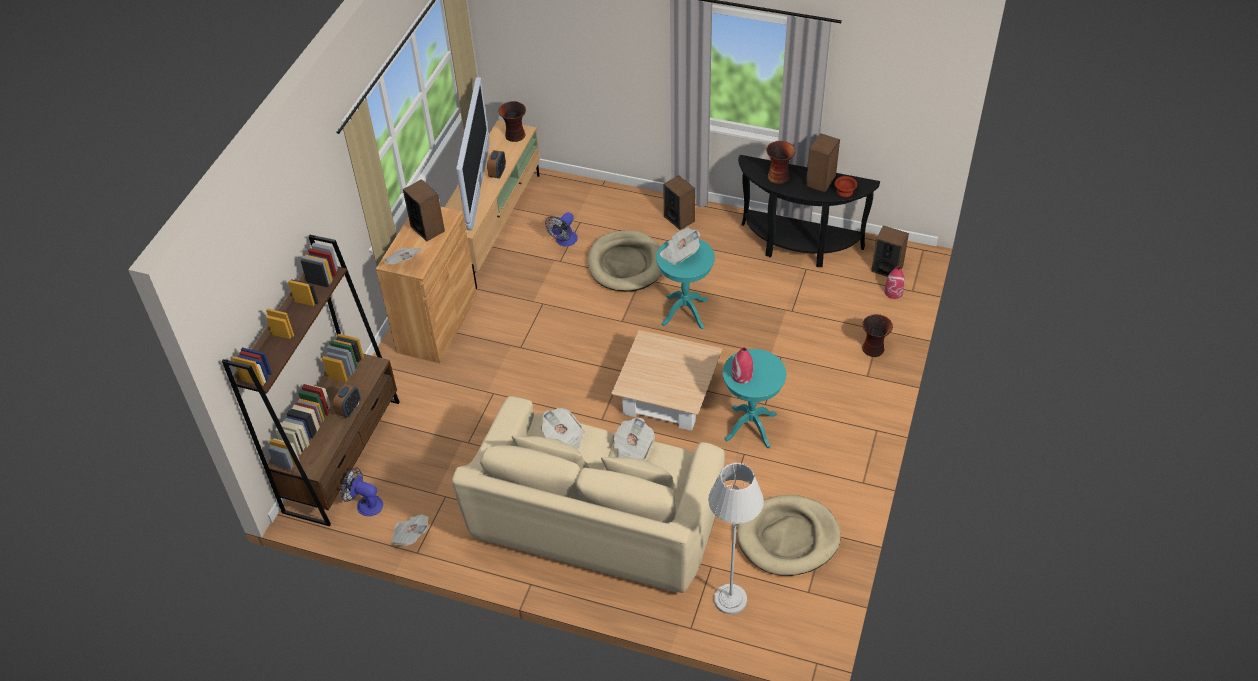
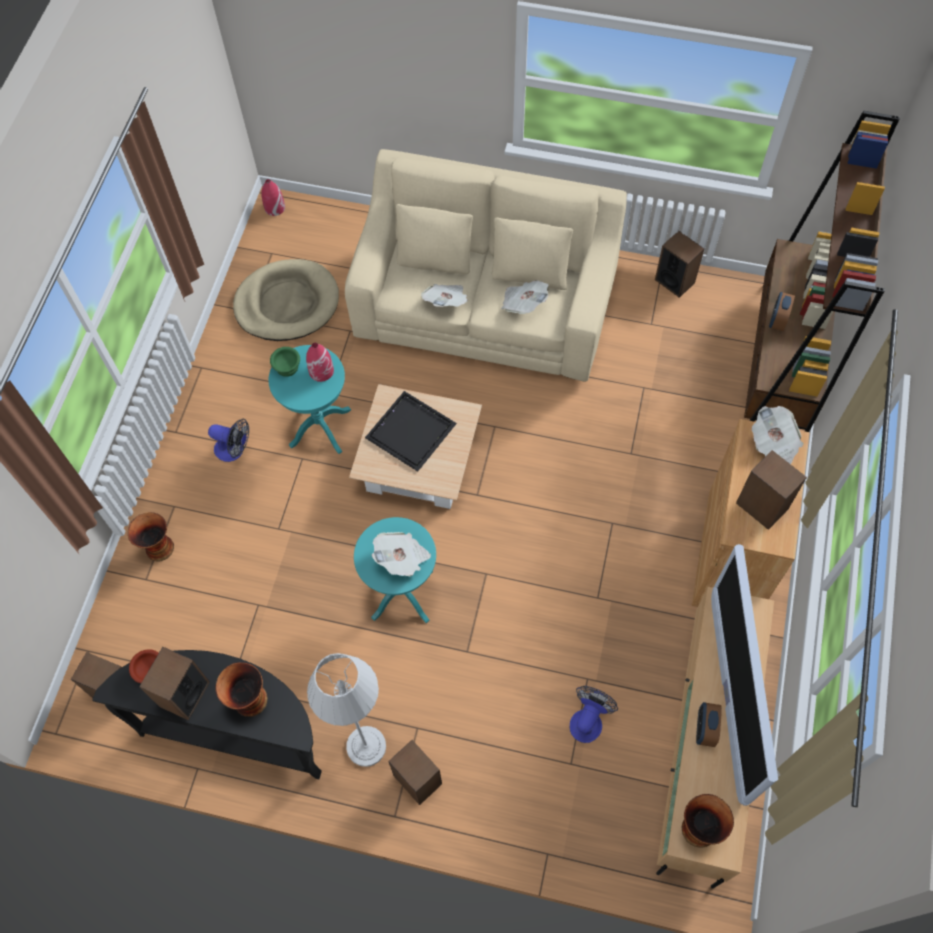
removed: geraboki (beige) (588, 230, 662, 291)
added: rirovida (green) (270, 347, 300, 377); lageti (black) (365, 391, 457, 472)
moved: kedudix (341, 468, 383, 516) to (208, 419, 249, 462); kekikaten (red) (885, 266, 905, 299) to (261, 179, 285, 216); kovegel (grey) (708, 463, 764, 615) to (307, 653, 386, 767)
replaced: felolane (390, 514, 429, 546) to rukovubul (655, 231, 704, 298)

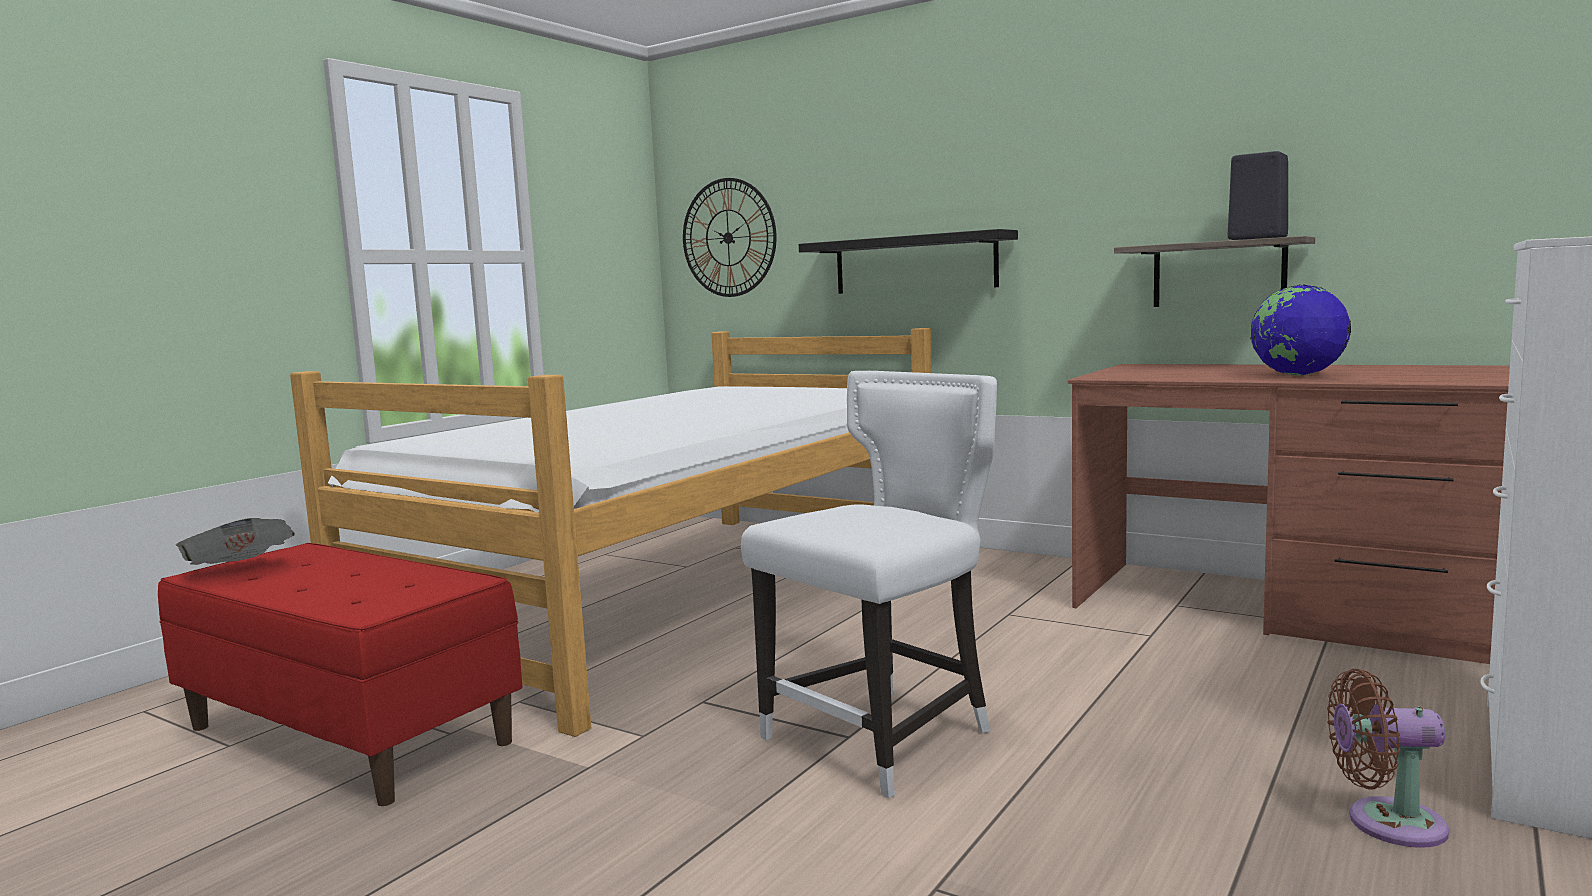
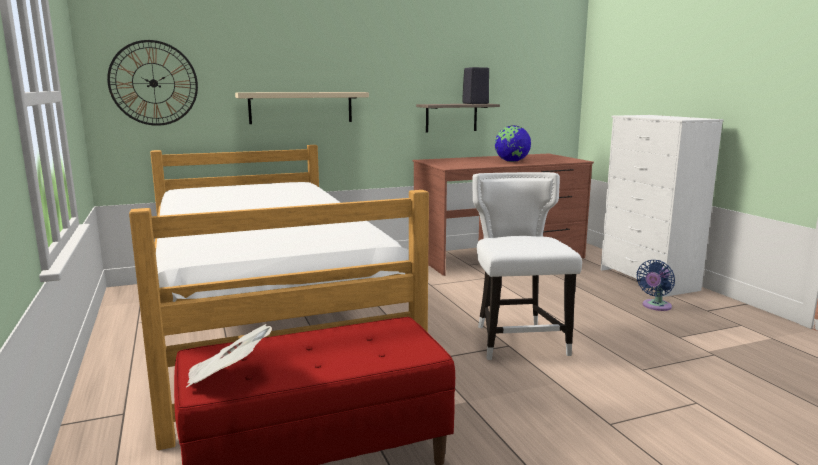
recoloured: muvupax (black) (799, 229, 1018, 294) to muvupax (beige) (235, 92, 369, 124); kedudix (brown) (1327, 669, 1449, 848) to kedudix (blue) (637, 260, 675, 311)

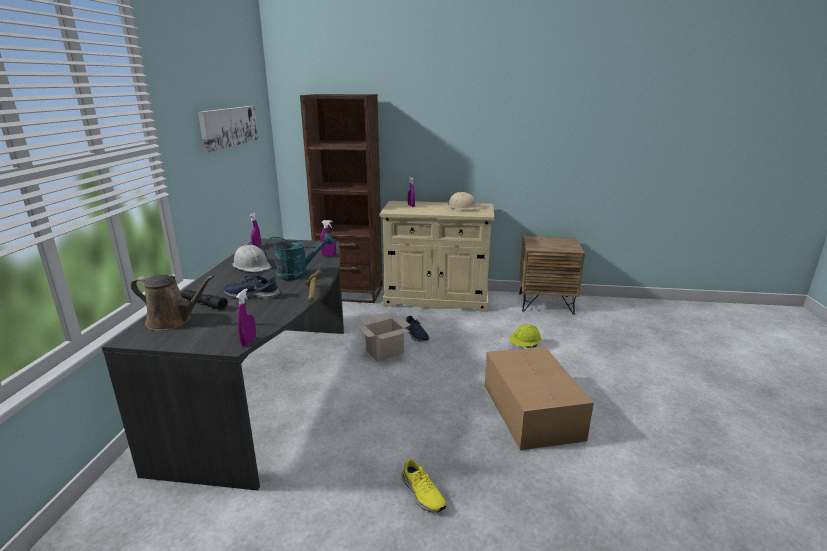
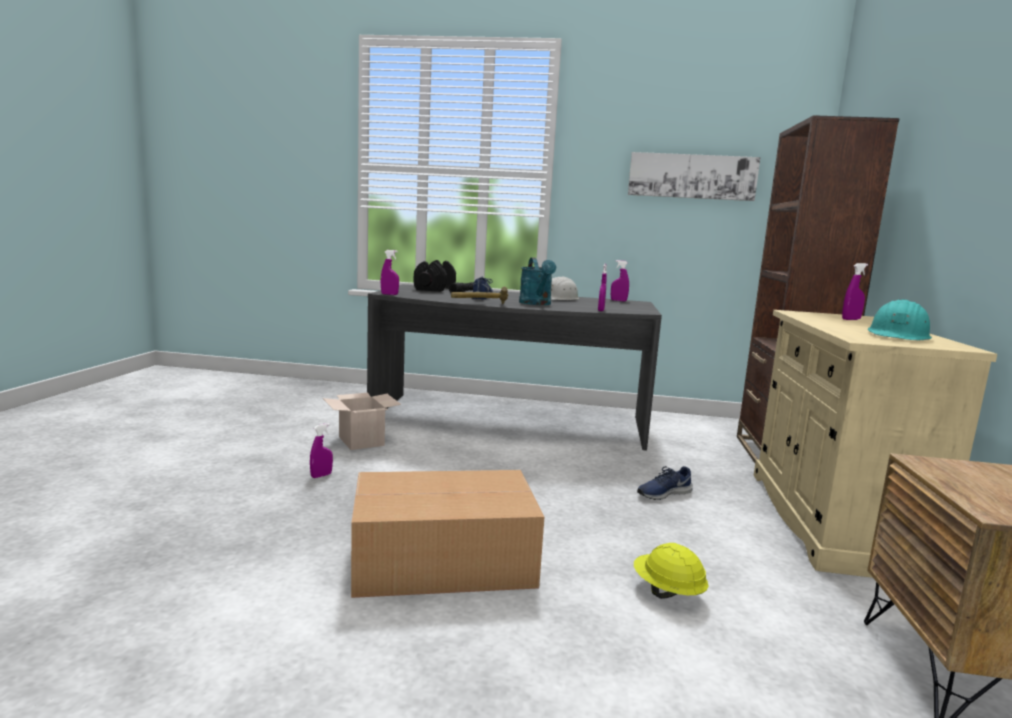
moved: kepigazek (358, 313, 410, 362) to (323, 393, 401, 450)
replaced: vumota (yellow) (401, 459, 447, 513) to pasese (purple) (310, 423, 333, 478); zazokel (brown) (131, 275, 215, 331) to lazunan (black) (414, 260, 456, 292)
recoloured: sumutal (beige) (447, 192, 481, 210) to sumutal (turquoise) (868, 299, 932, 340)

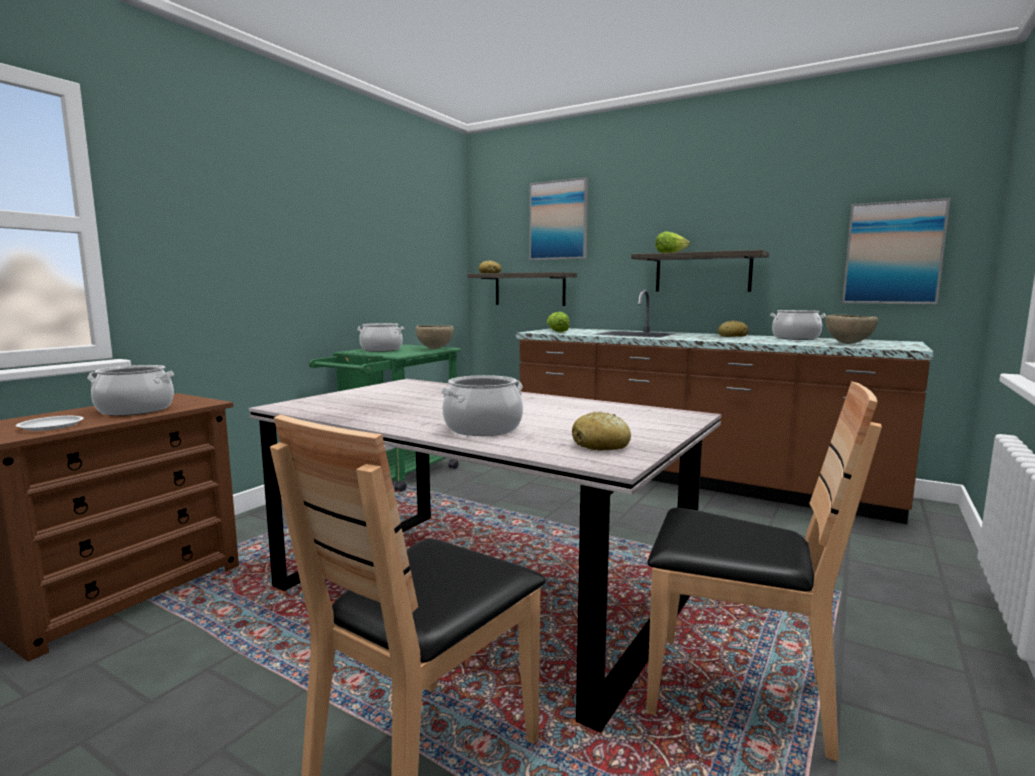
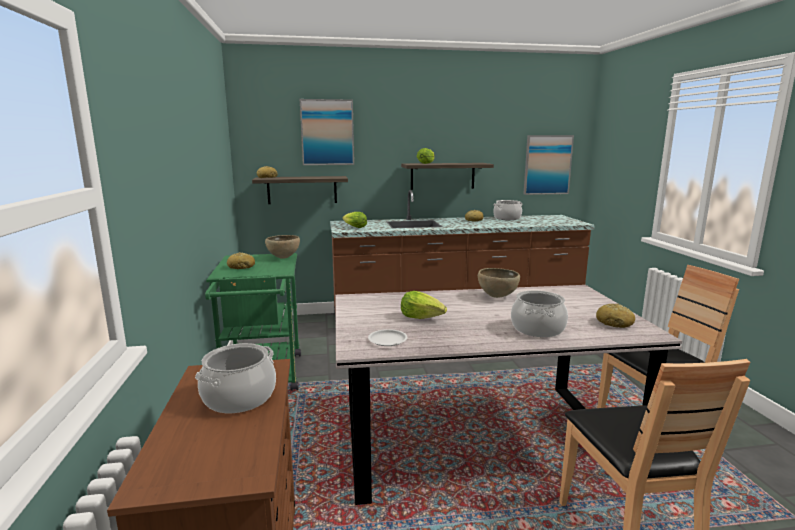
added: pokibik (401, 291, 447, 319)
moved: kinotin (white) (16, 416, 84, 431) to (368, 329, 407, 346); rirovida (brown) (825, 315, 878, 344) to (478, 268, 520, 298)
replaced: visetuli (357, 323, 404, 352) to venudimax (227, 252, 255, 269)

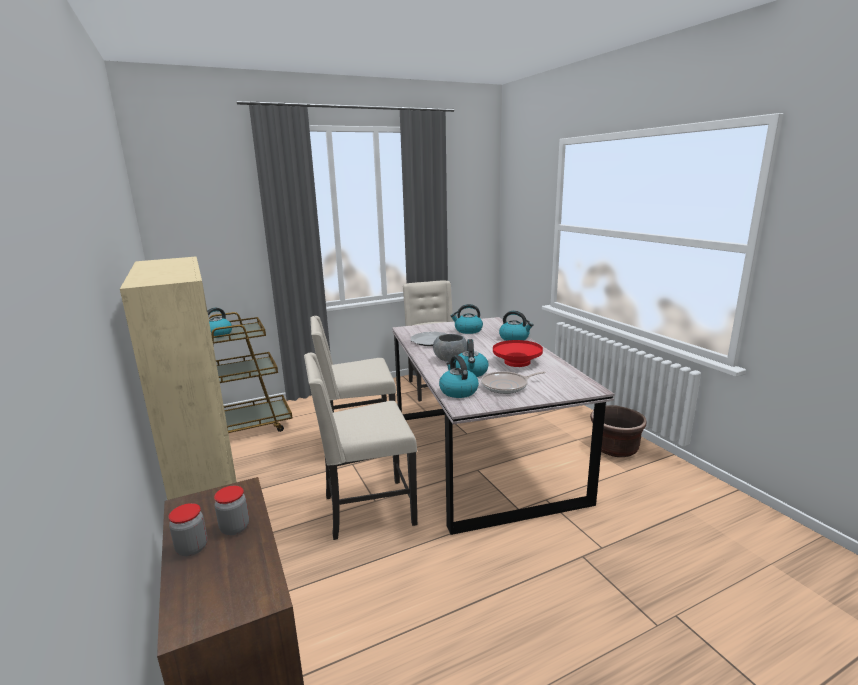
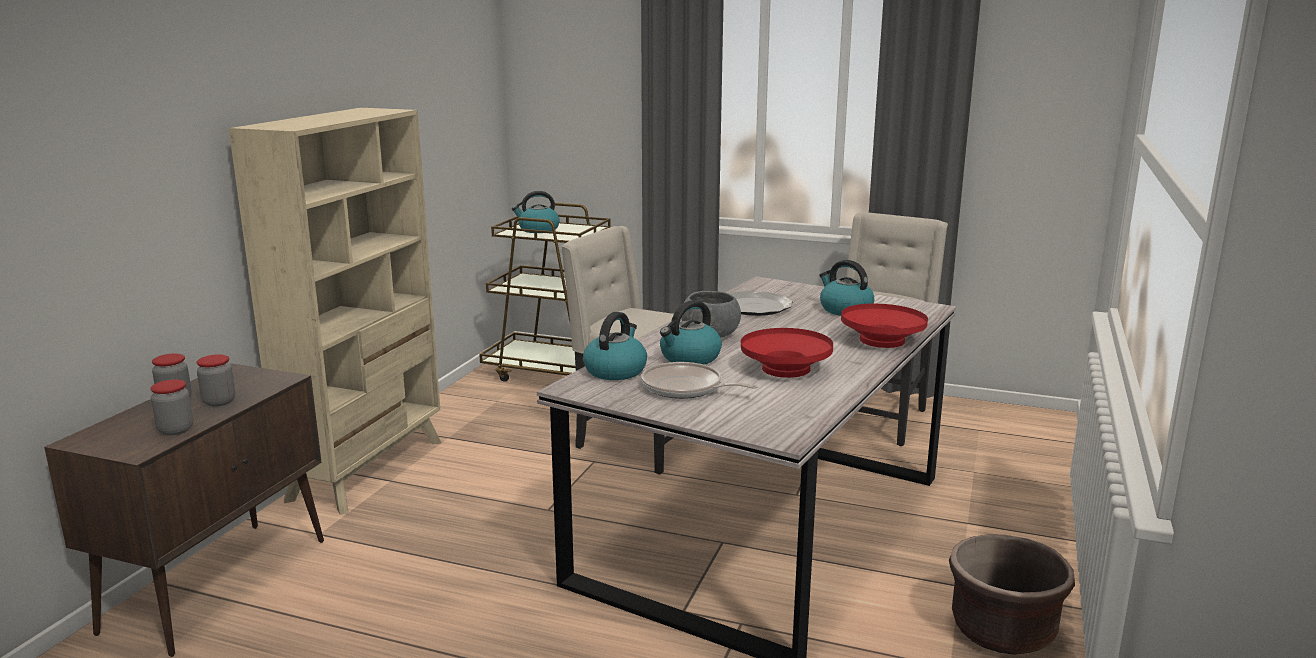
removed: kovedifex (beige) (304, 353, 417, 540)
added: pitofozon (151, 379, 193, 435)
replaced: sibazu (499, 311, 533, 341) to rirovida (red) (841, 304, 928, 348)

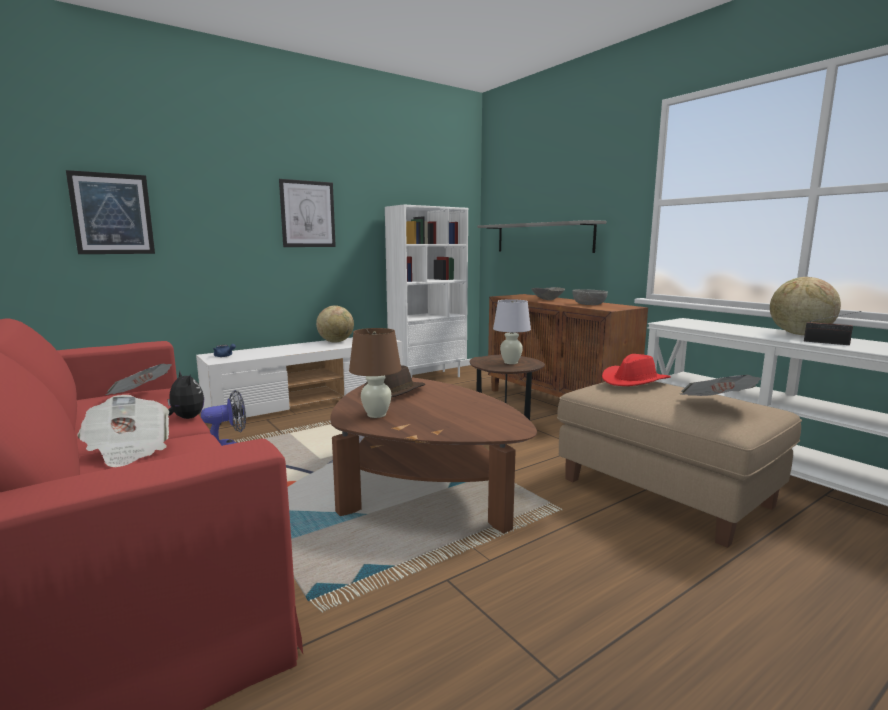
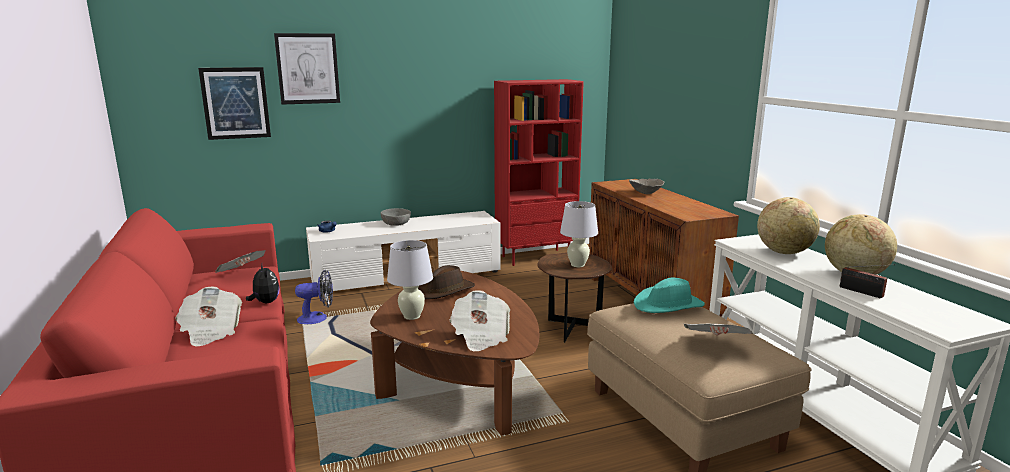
removed: muvupax (grey) (477, 220, 606, 253)
added: felolane (450, 290, 510, 352)
moved: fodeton (279, 179, 336, 247) to (274, 33, 340, 105); rirovida (grey) (572, 289, 608, 305) to (380, 208, 411, 226); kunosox (316, 305, 354, 343) to (757, 197, 820, 254)
recoloured: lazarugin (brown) (349, 328, 401, 418) to lazarugin (white) (387, 240, 433, 320); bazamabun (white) (385, 204, 468, 377) to bazamabun (red) (494, 79, 584, 266); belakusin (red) (602, 354, 671, 386) to belakusin (turquoise) (634, 278, 705, 313)

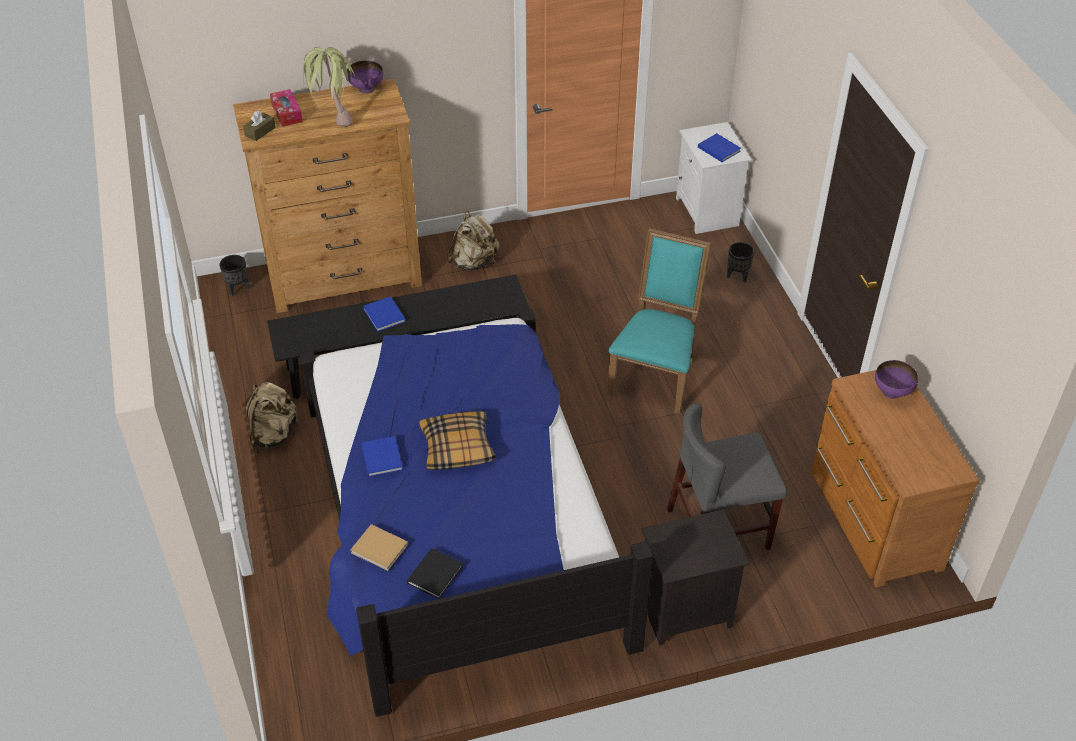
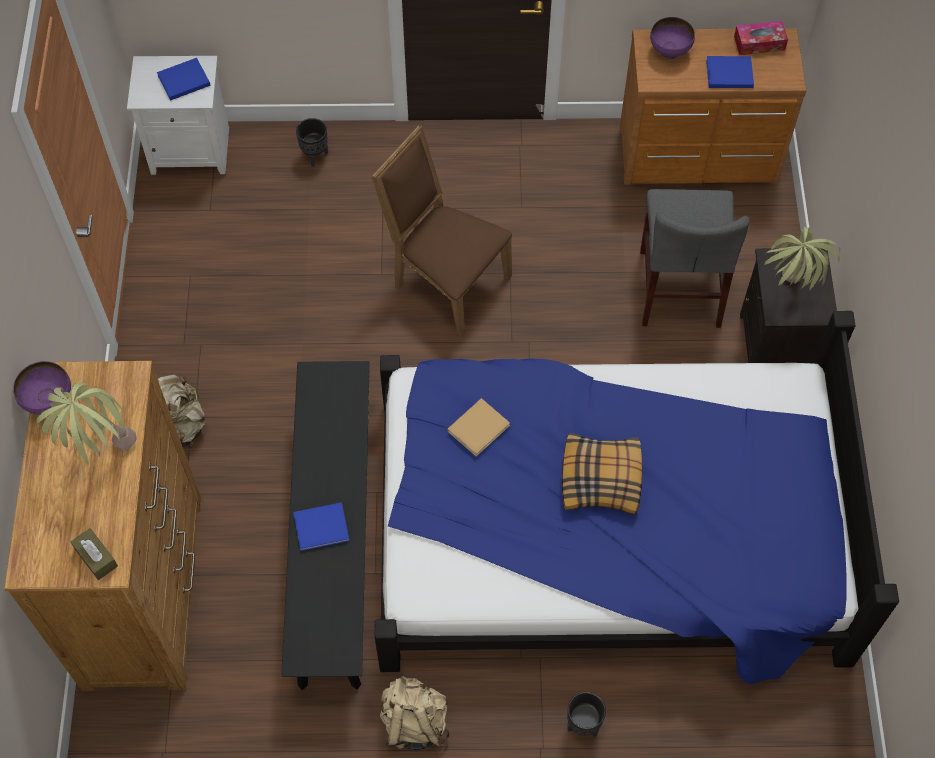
removed: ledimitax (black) (407, 548, 463, 599)
added: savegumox (764, 227, 840, 290)
moved: ledimitax (beige) (350, 524, 408, 571) to (447, 398, 510, 457); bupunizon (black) (220, 255, 249, 296) to (567, 692, 606, 737); ledimitax (blue) (361, 436, 403, 477) to (706, 56, 754, 88); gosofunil (270, 89, 303, 127) to (734, 21, 788, 55)
recoloured: kovedifex (turquoise) (608, 228, 711, 414) to kovedifex (brown) (371, 125, 512, 337)

